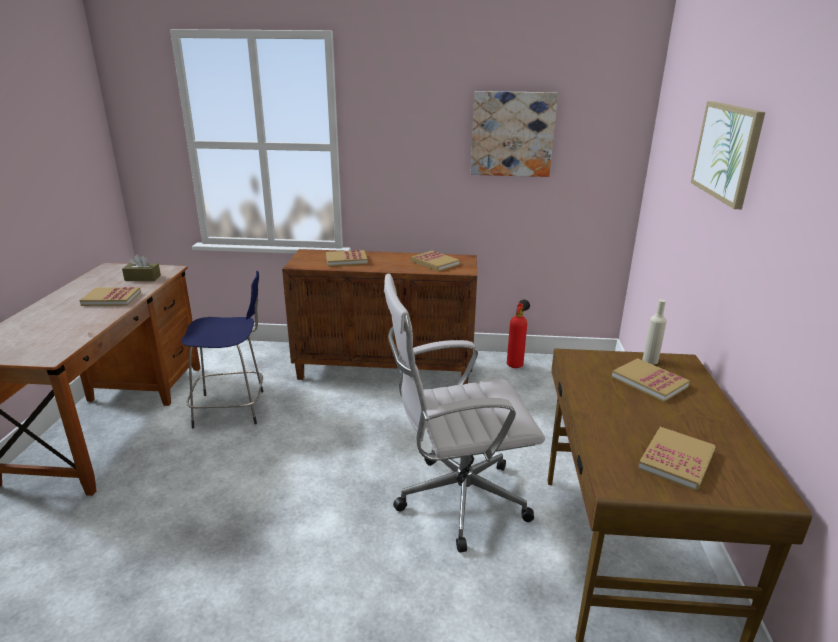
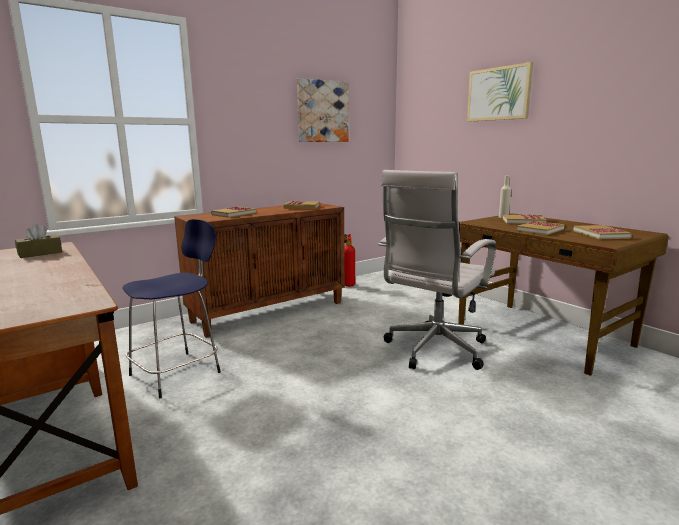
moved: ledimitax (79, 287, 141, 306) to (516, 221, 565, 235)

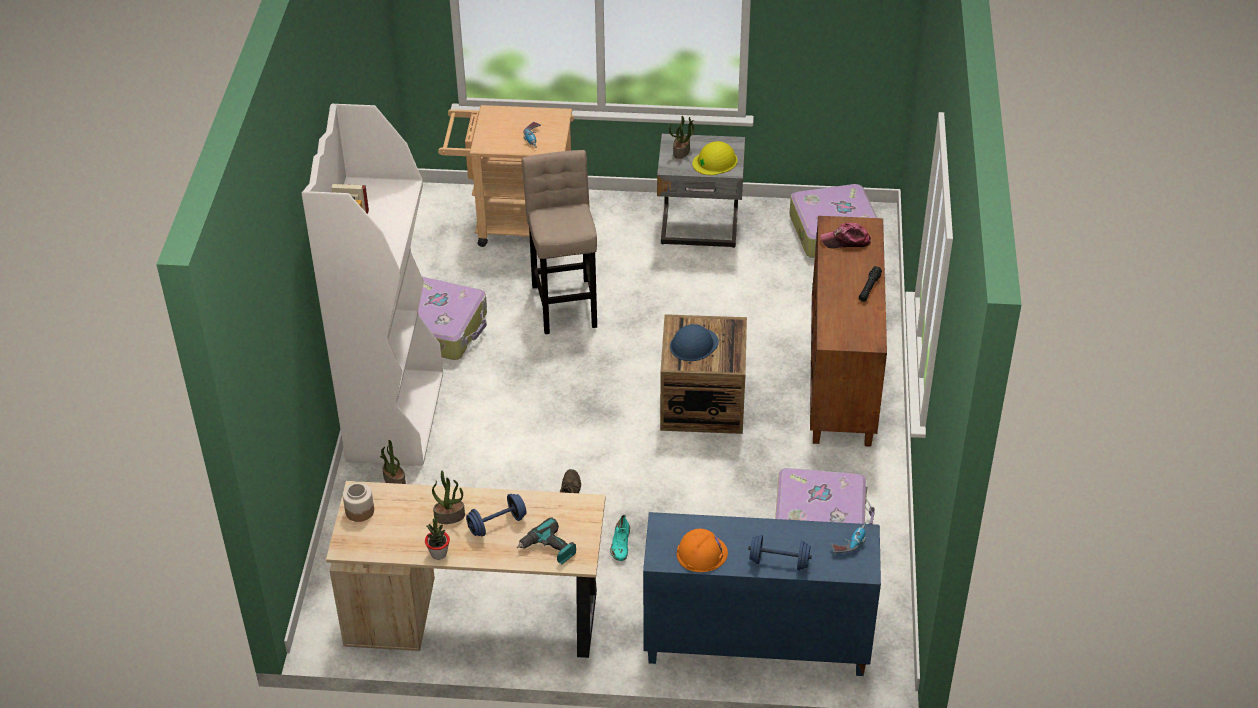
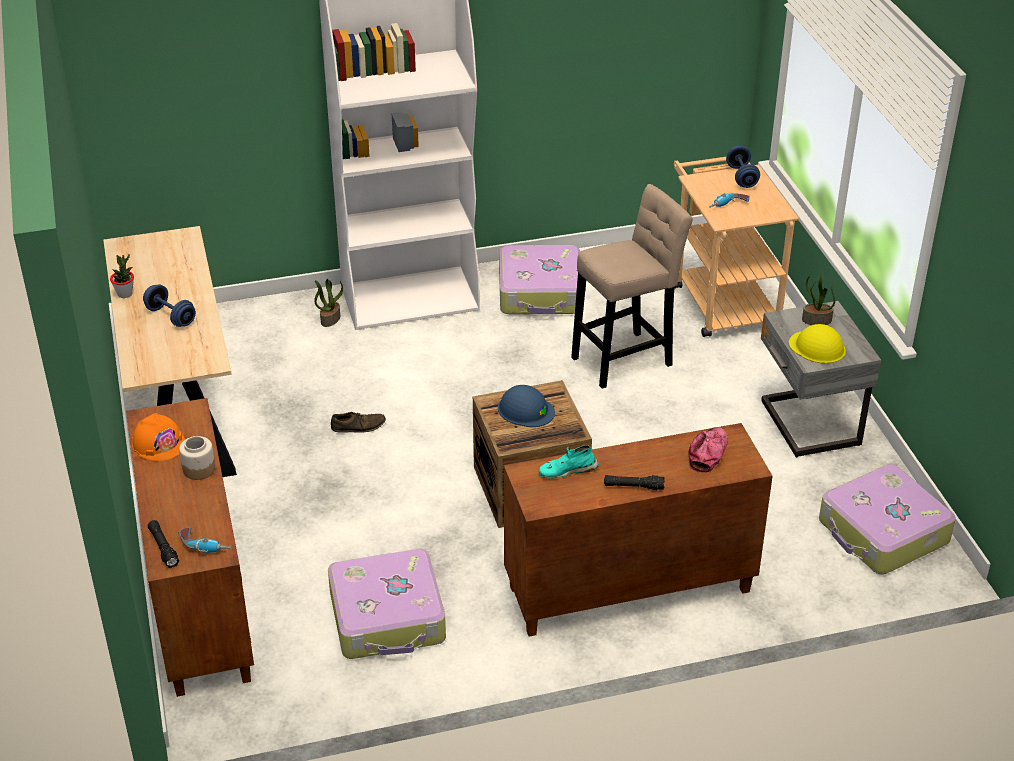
removed: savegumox (432, 471, 465, 524); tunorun (517, 518, 576, 564)
added: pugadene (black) (148, 520, 179, 568)
moved: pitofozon (343, 483, 374, 522) to (179, 436, 215, 480); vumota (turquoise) (610, 515, 630, 561) to (539, 445, 599, 478); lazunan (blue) (748, 535, 812, 570) to (726, 146, 760, 188)
recoloured: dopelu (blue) (643, 512, 881, 676) to dopelu (brown) (126, 398, 254, 697)
turned: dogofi (821, 222, 871, 249) = (689, 427, 728, 472) 45 degrees clockwise

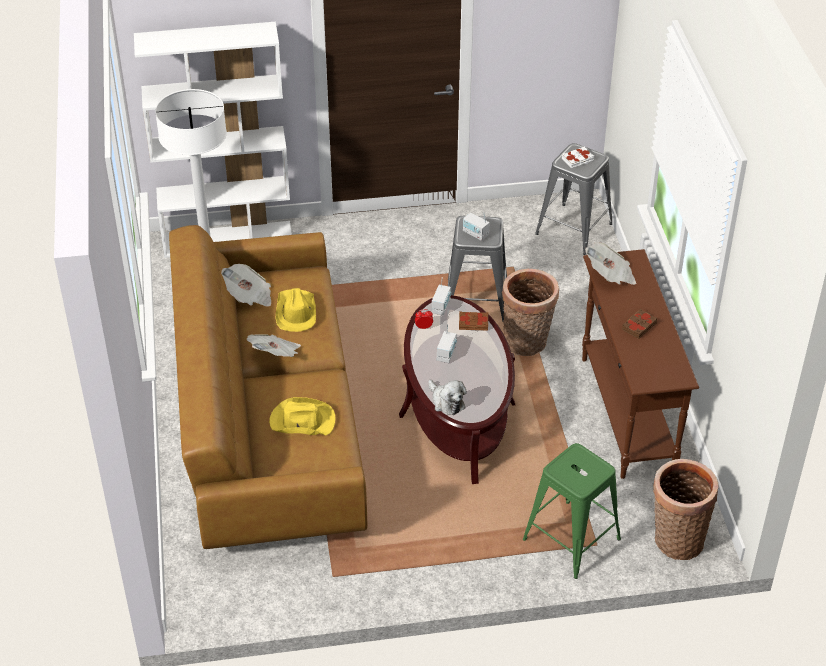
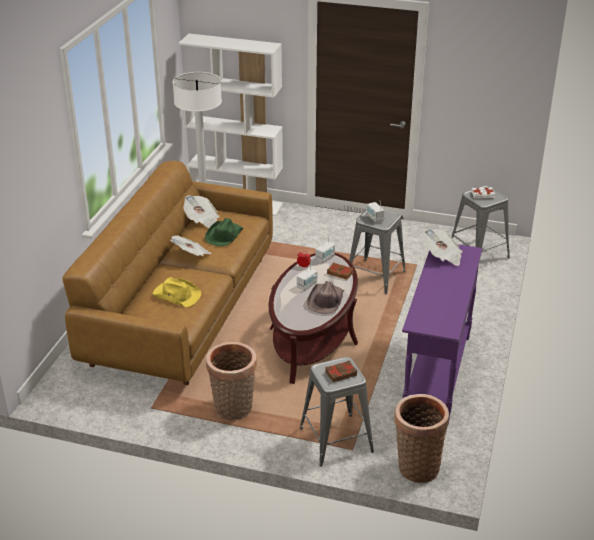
removed: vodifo (428, 380, 467, 415)
added: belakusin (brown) (307, 281, 344, 314)
moved: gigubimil (502, 269, 559, 356) to (206, 342, 257, 420); ledimitax (brown) (622, 309, 657, 339) to (325, 361, 357, 382)
recoloured: belakusin (yellow) (275, 288, 316, 332) to belakusin (green) (205, 218, 244, 246); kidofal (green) (523, 443, 621, 579) to kidofal (grey) (300, 357, 374, 466); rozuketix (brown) (582, 249, 699, 479) to rozuketix (purple) (402, 244, 482, 418)

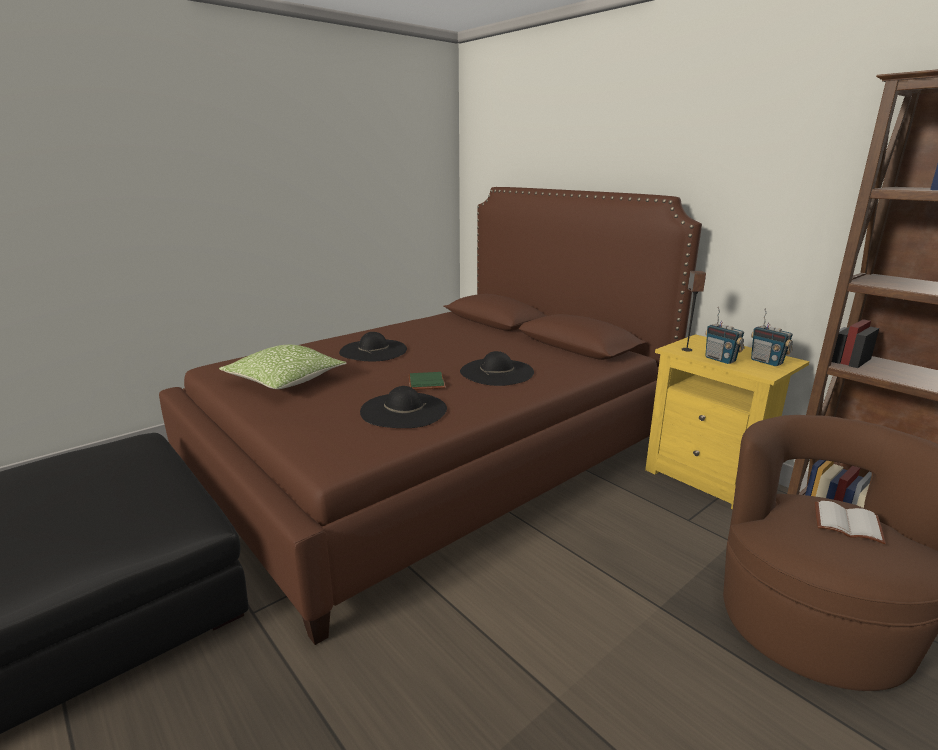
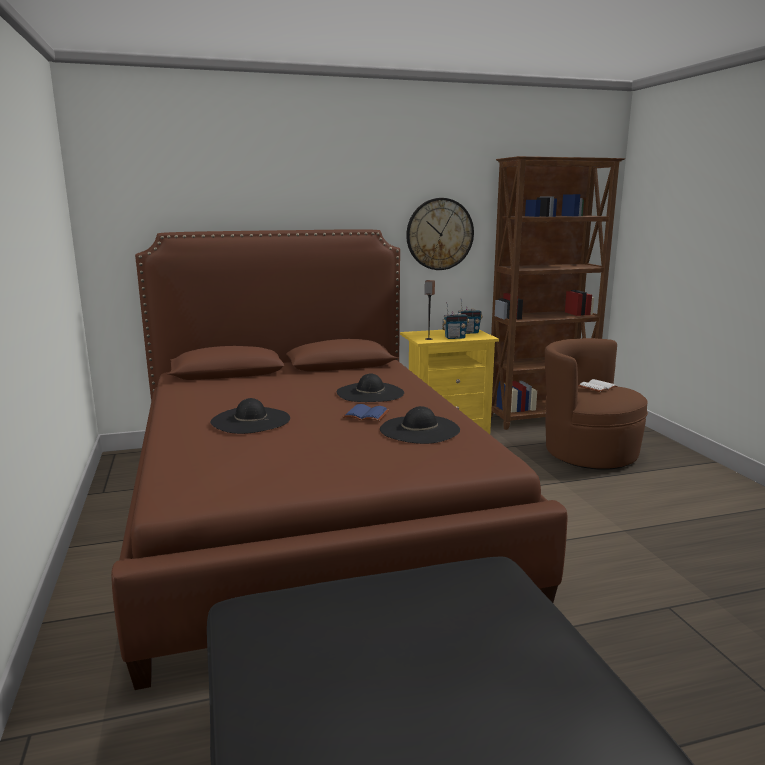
removed: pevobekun (219, 345, 347, 389)
added: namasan (406, 198, 474, 270)
recoloured: ledimitax (green) (409, 372, 445, 390) to ledimitax (blue) (343, 404, 389, 421)

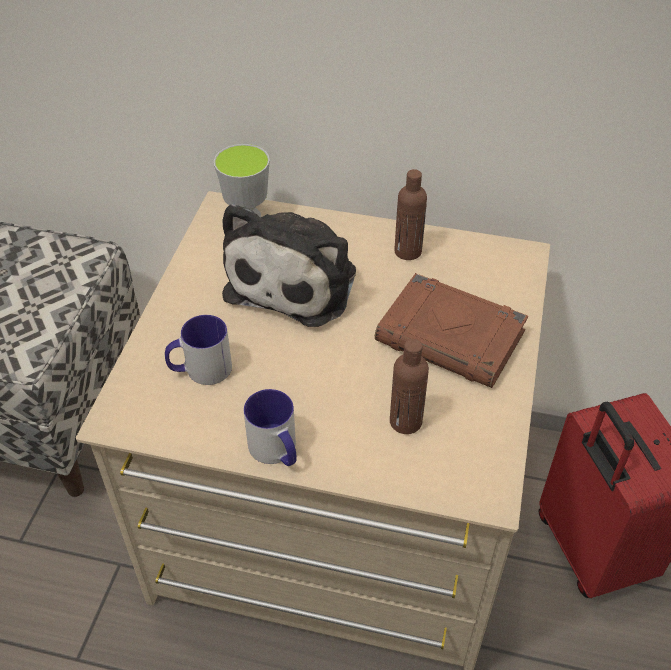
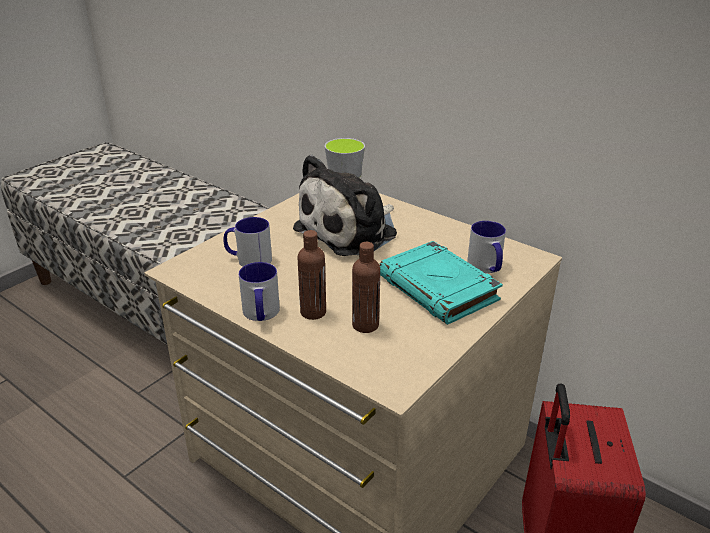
added: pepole (467, 221, 506, 273)
moved: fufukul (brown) (394, 169, 427, 260) to (297, 230, 326, 320)
recoloured: ledimitax (brown) (375, 273, 528, 388) to ledimitax (turquoise) (379, 241, 503, 325)

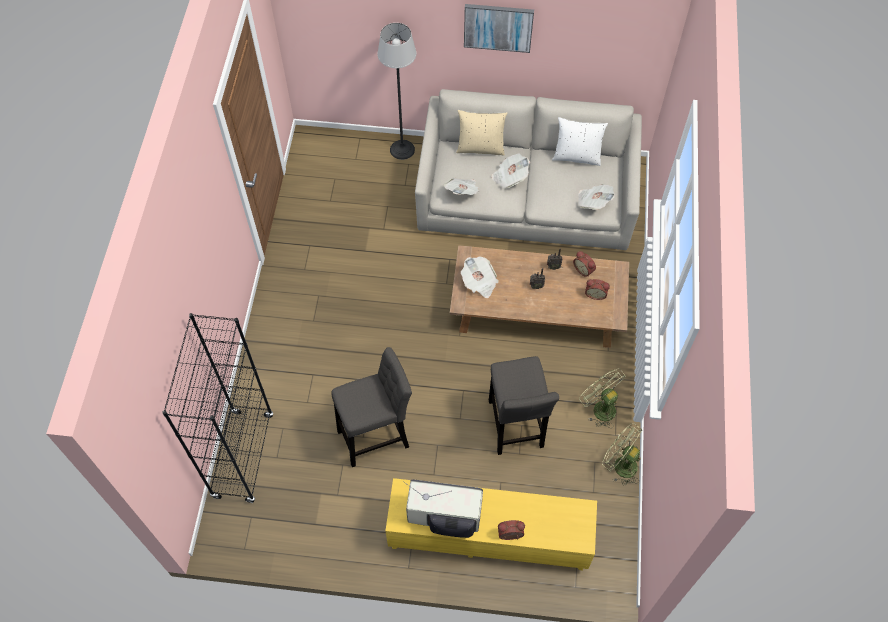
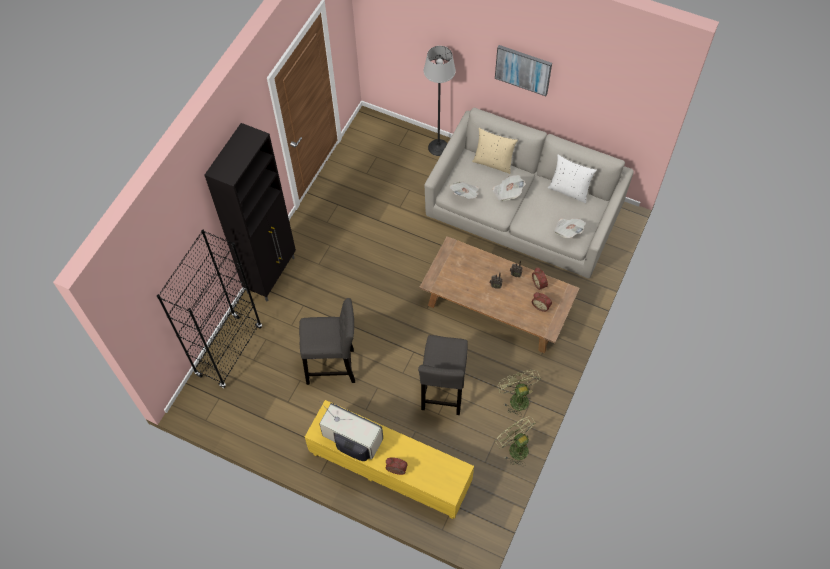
removed: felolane (461, 257, 499, 298)
added: dopelu (black) (204, 123, 296, 302)

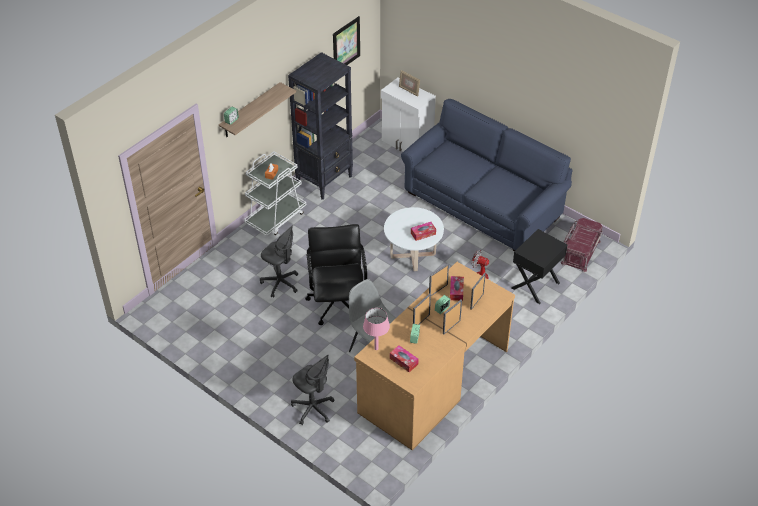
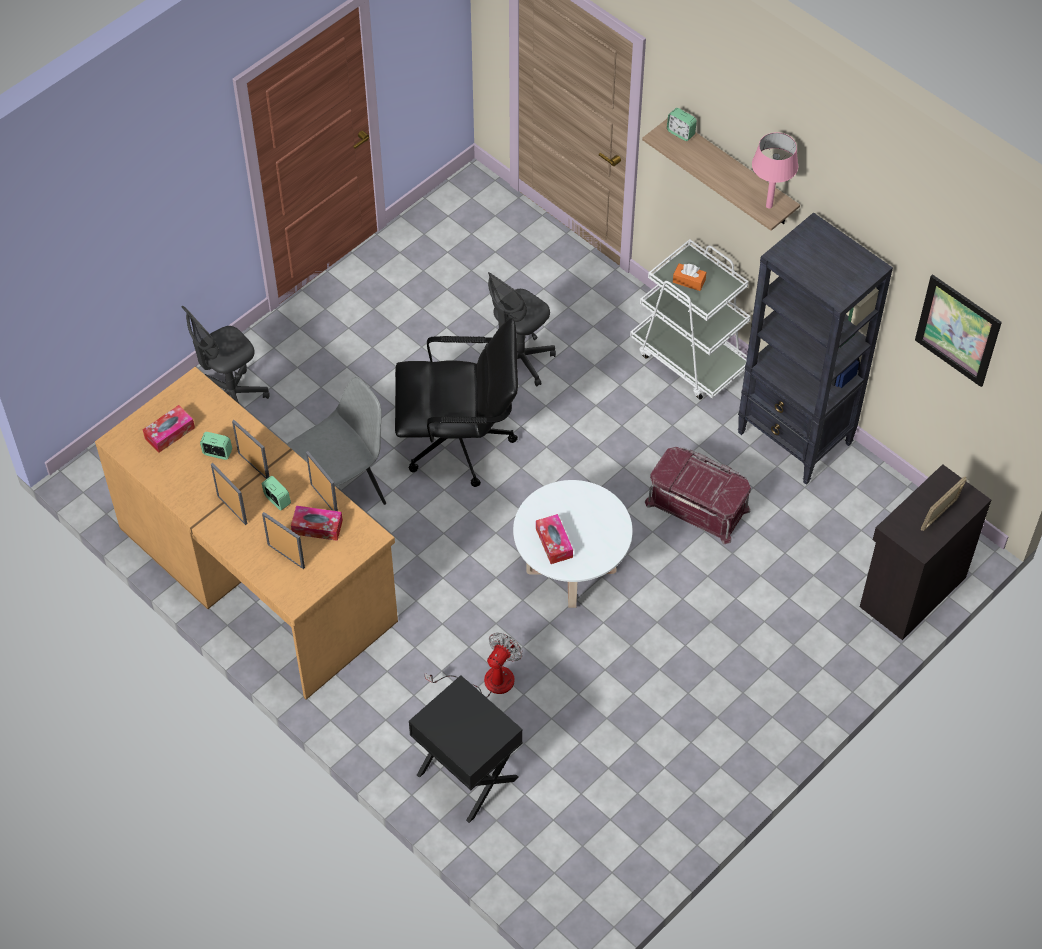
removed: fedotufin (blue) (401, 99, 572, 251)
moved: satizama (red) (561, 218, 603, 272) to (645, 447, 751, 544); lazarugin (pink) (363, 308, 390, 350) to (752, 132, 798, 209)
recoloured: dopelu (white) (381, 77, 436, 152) to dopelu (black) (860, 464, 991, 640)

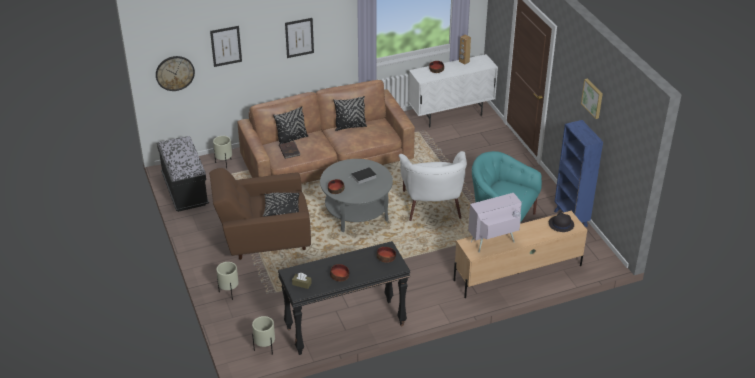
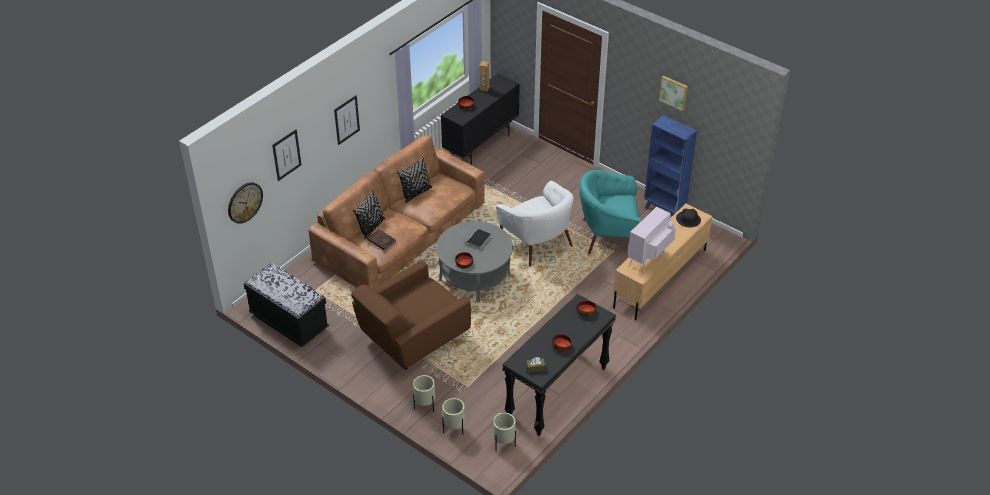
removed: pevobekun (black) (263, 193, 299, 217)
moved: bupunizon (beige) (213, 136, 232, 168) to (442, 398, 465, 435)
recoloured: dopelu (white) (408, 54, 498, 127) to dopelu (black) (441, 74, 520, 165)

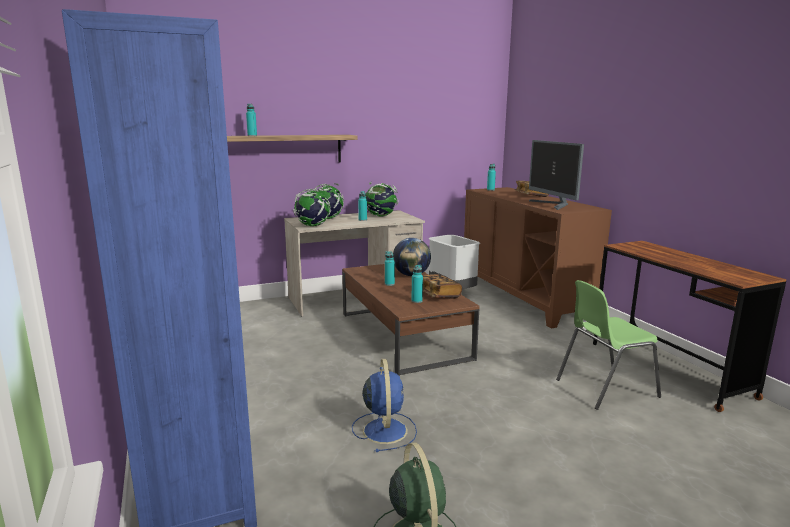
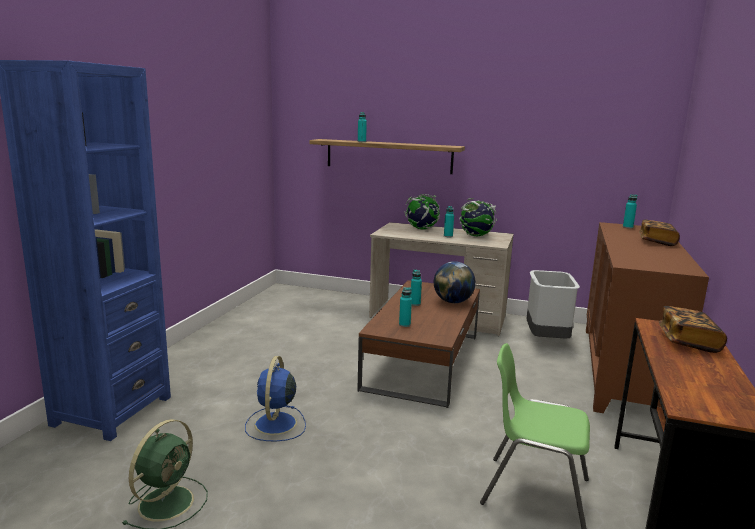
removed: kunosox (293, 188, 331, 226); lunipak (529, 140, 584, 210)
moved: ledimitax (423, 274, 462, 299) to (658, 306, 727, 353)
turned: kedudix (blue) (352, 359, 417, 452) = (245, 356, 306, 441) 150 degrees clockwise

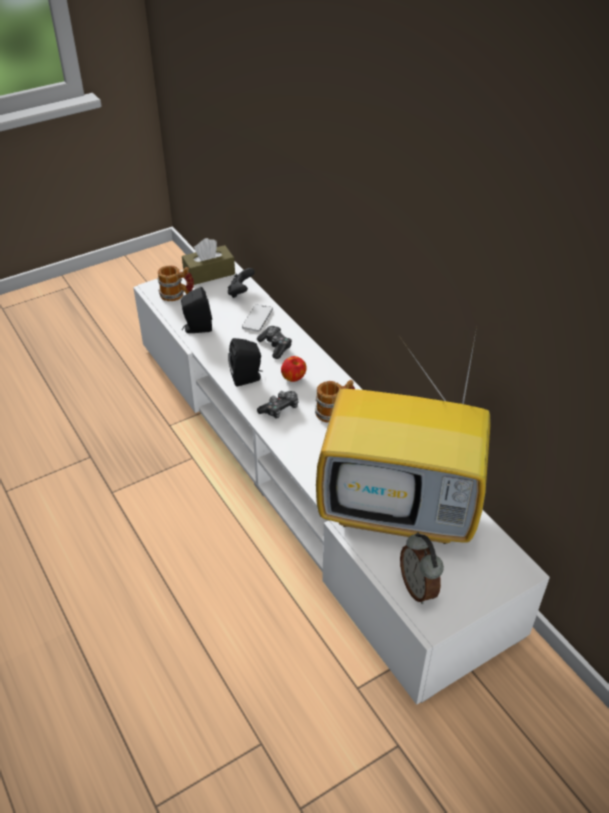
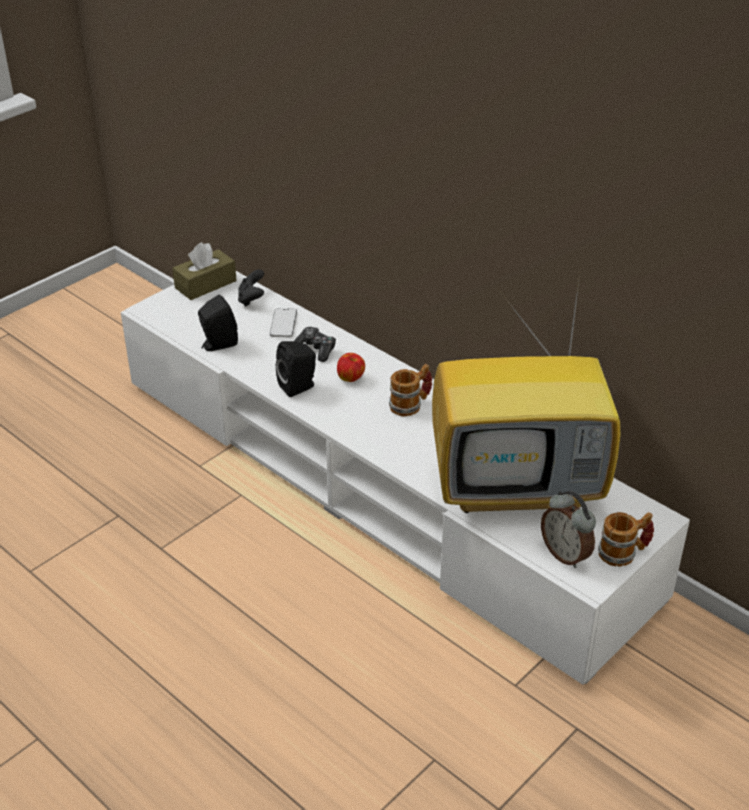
removed: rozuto (257, 391, 299, 418)
moved: pepole (157, 266, 194, 301) to (598, 512, 654, 567)

